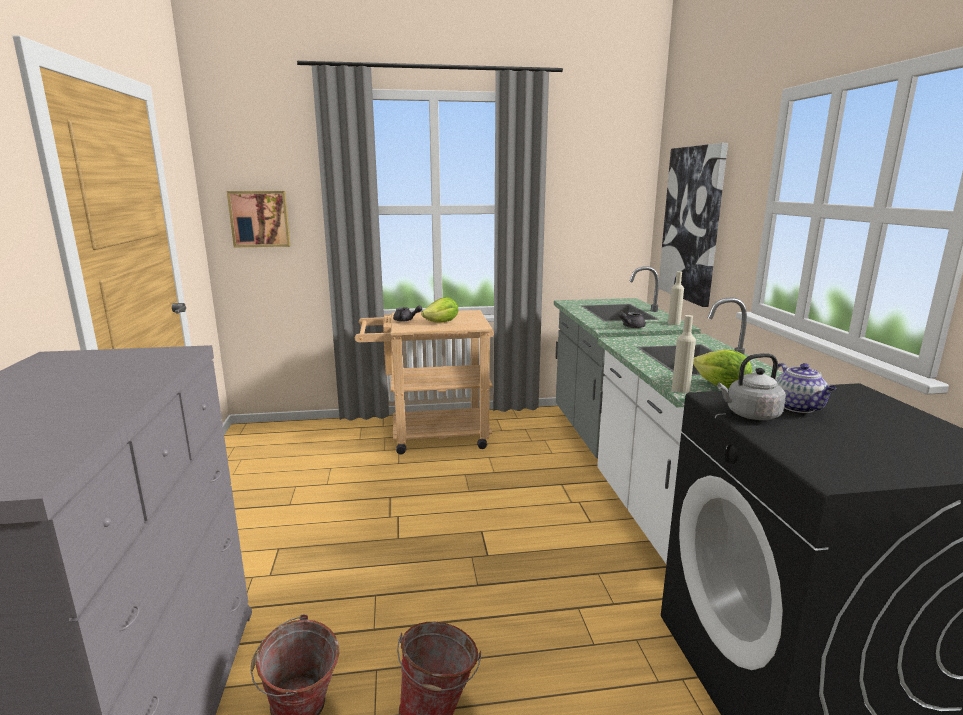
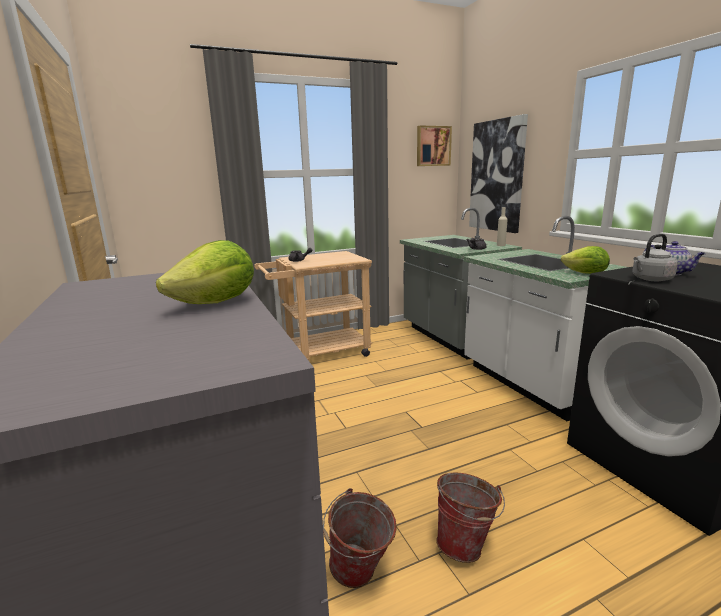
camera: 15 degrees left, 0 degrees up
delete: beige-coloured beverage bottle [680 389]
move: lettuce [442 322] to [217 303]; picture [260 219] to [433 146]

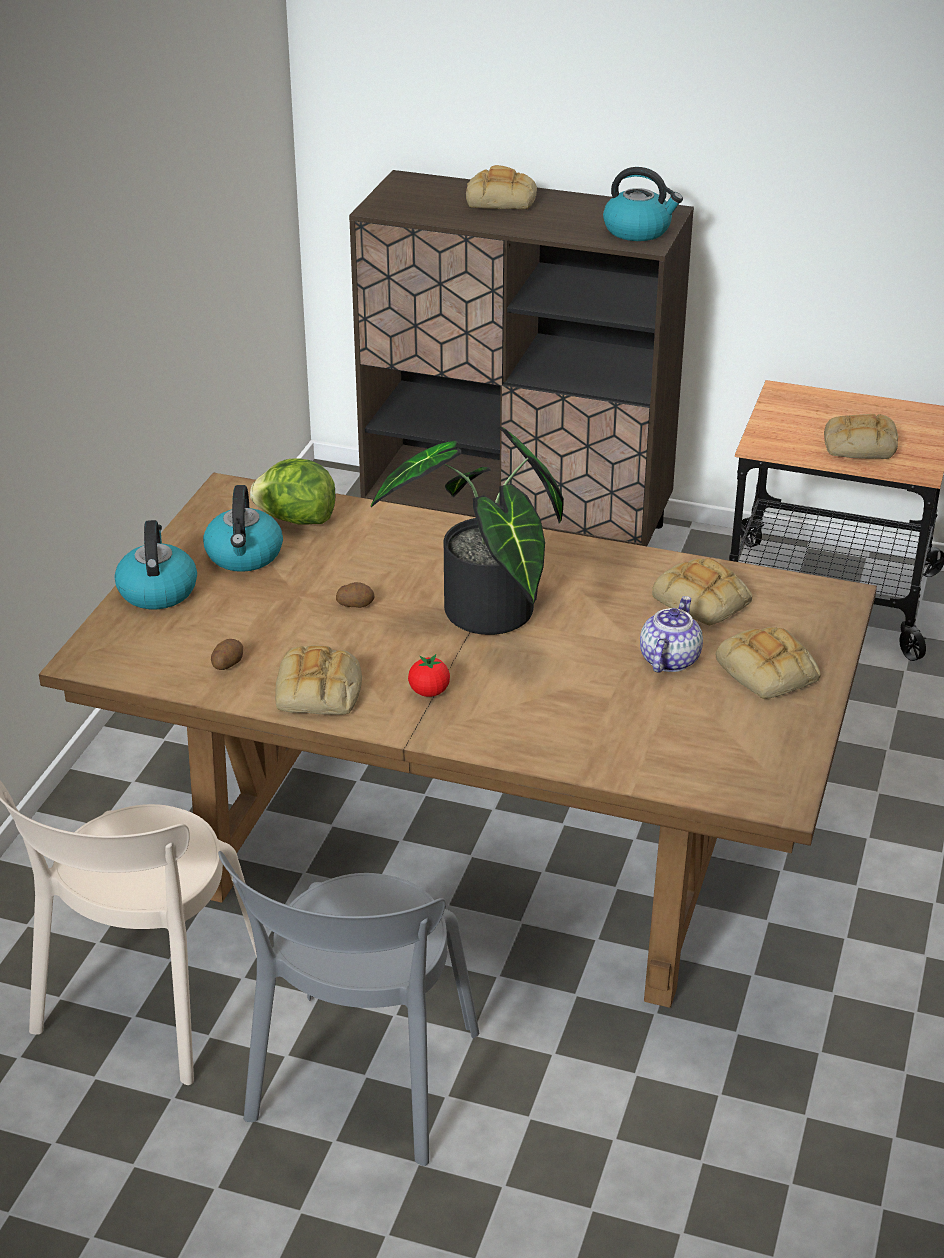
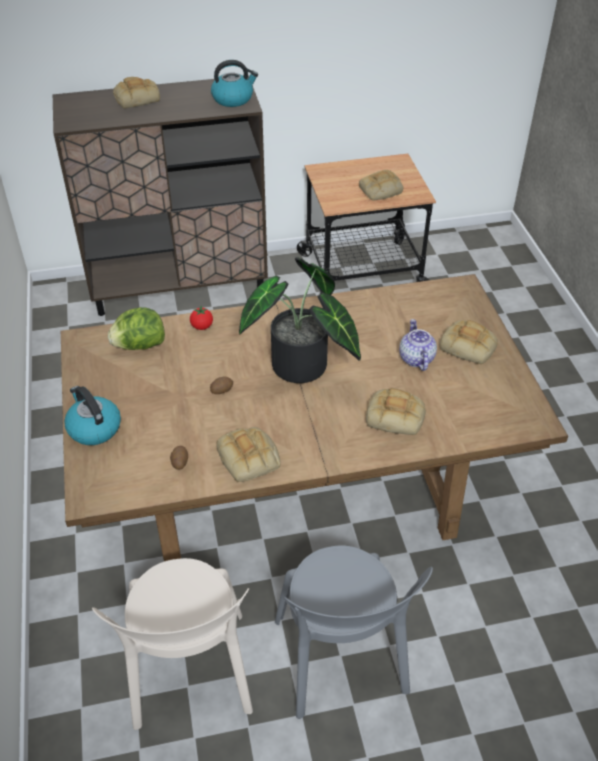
camera: 30 degrees left, 10 degrees up
delete: tea kettle [244 556]
move: whole tomato [429 692] to [202 326]; baked bread [704 600] to [396 415]

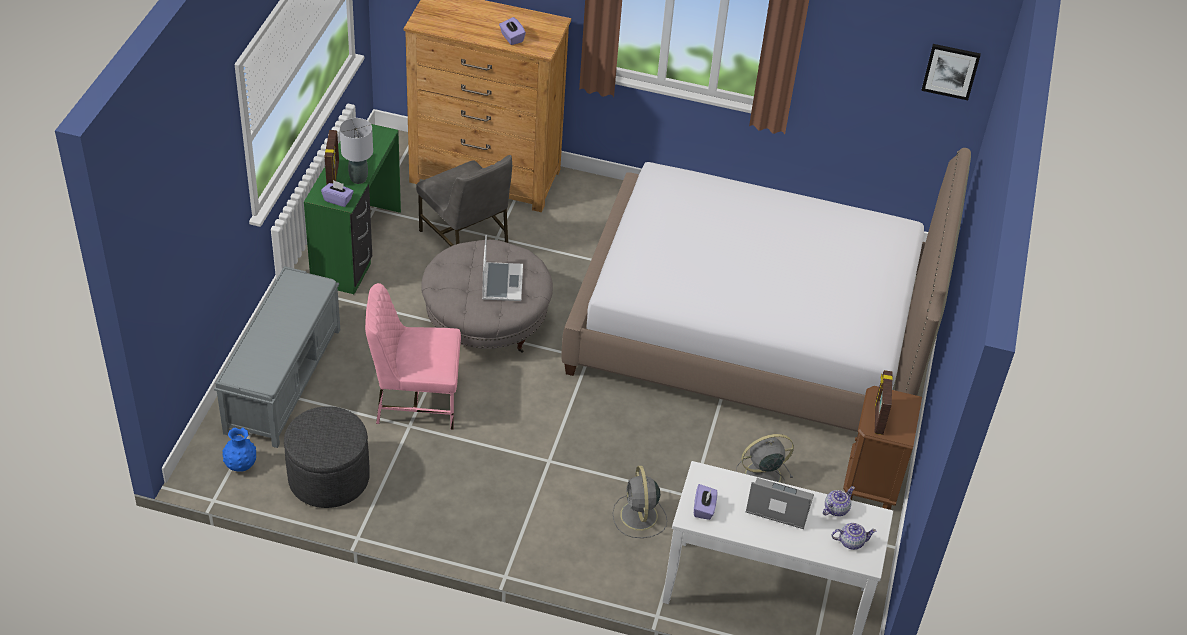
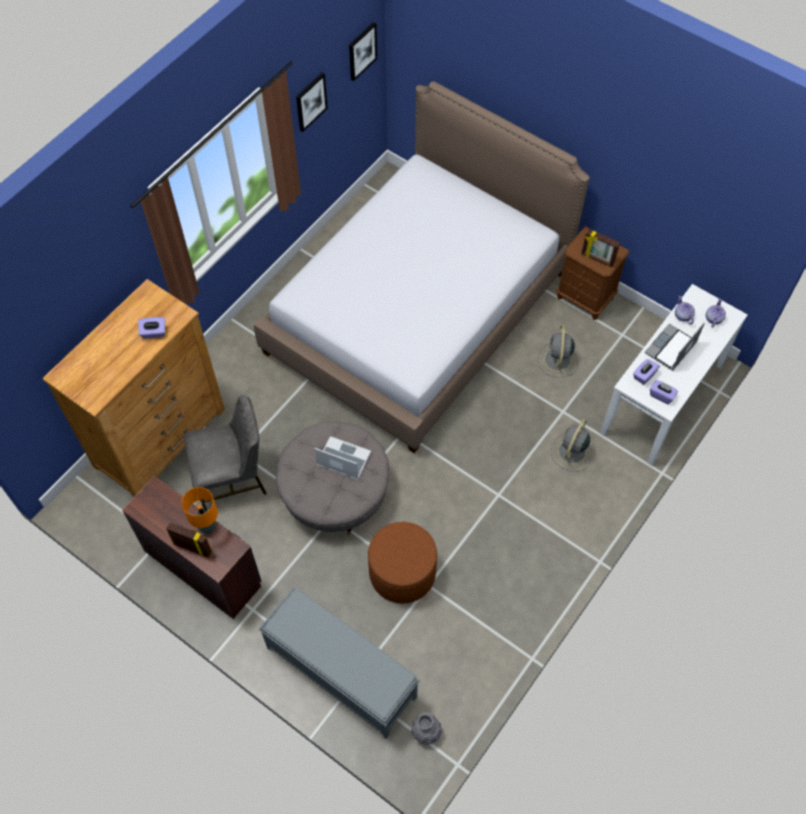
camera: 65 degrees left, 15 degrees up
delete: grey pouffe [329 478]
insert: picture [311 101]
move: purple-coloured box of tissues [338 200] to [644 375]
replace: pink-coloured chair [415 400] to brown-coloured pouffe [402 572]
recolor: green desk unit [358 247] to brown-coloured desk unit [203 566]; grey table lamp [358 179] to orangey table lamp [208 527]; blue flower vase [241 465] to grey flower vase [426 732]
rotate: grey fan [639 517] = [571 452] 105 degrees clockwise

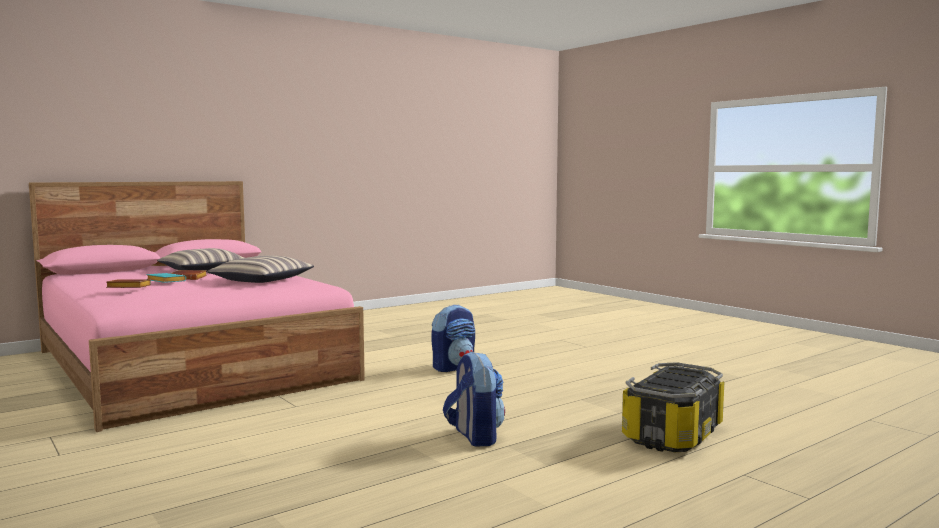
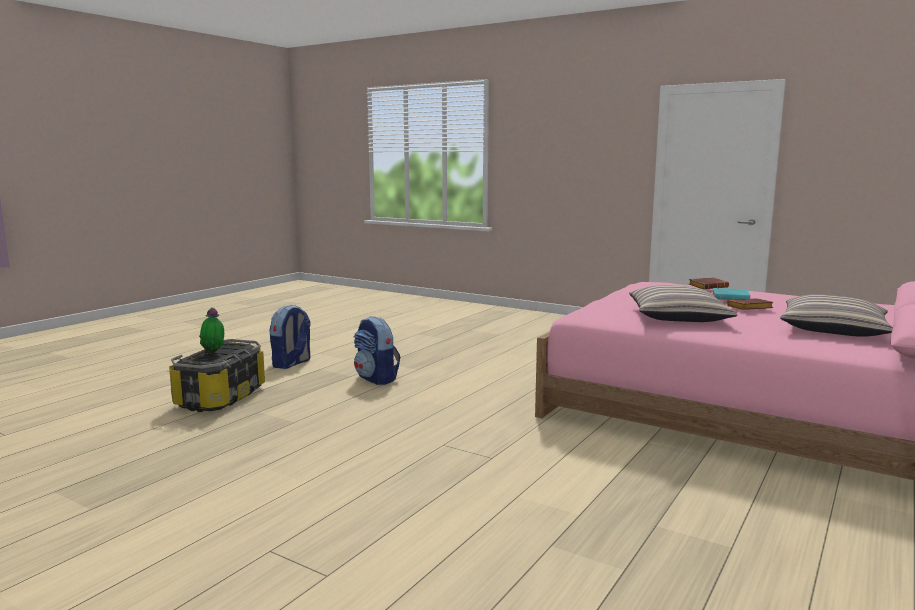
camera: 160 degrees right, 5 degrees up
insert: houseplant [214 353]
move: knapsack [454 367] to [291 363]

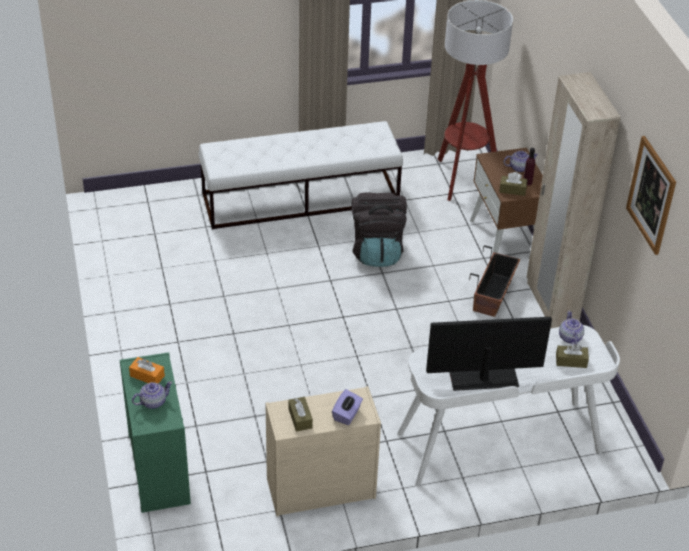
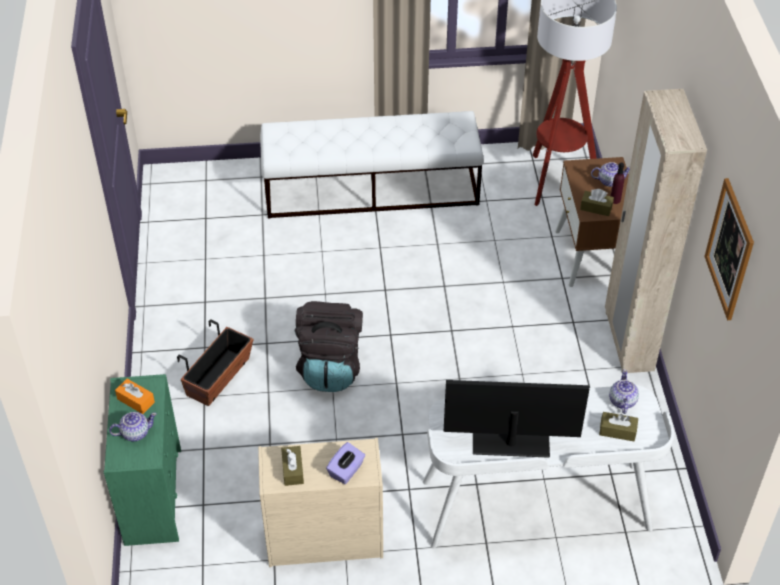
camera: 10 degrees right, 5 degrees up
move: plant pot [493 295] to [219 377]; blackish knapsack [377 251] to [330 367]

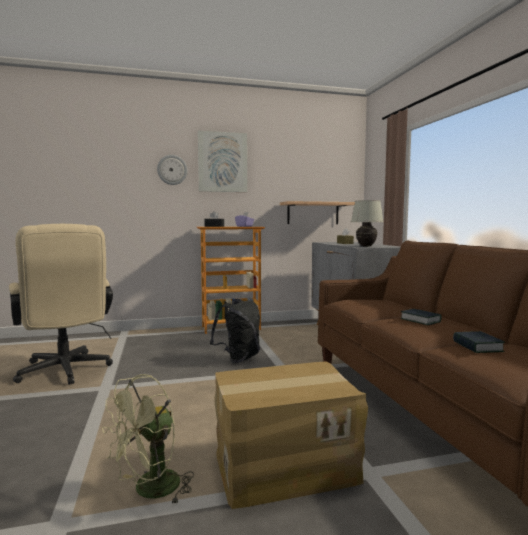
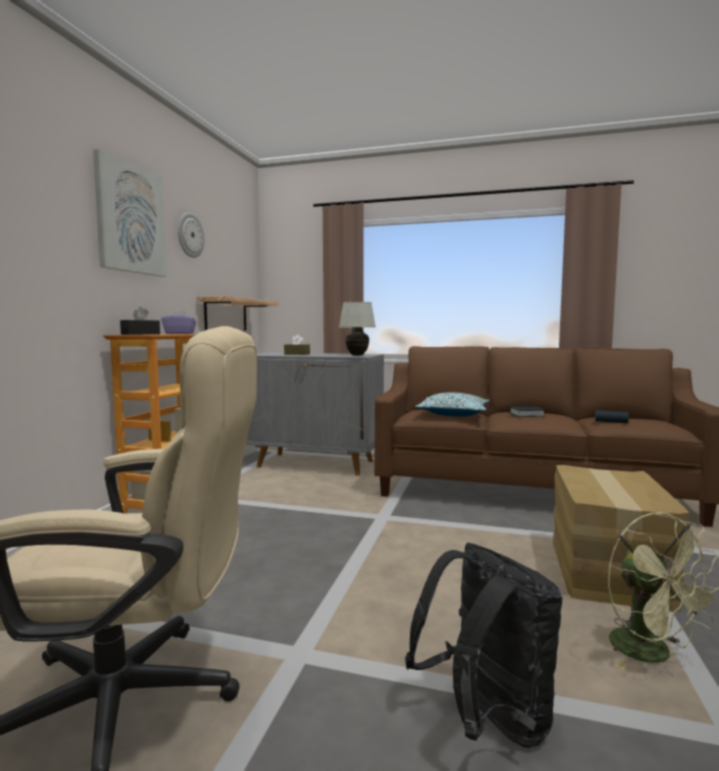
camera: 60 degrees left, 0 degrees up
insert: cushion [453 414]
move: wall clock [172 170] to [190 235]; blackish knapsack [238 358] to [487 720]

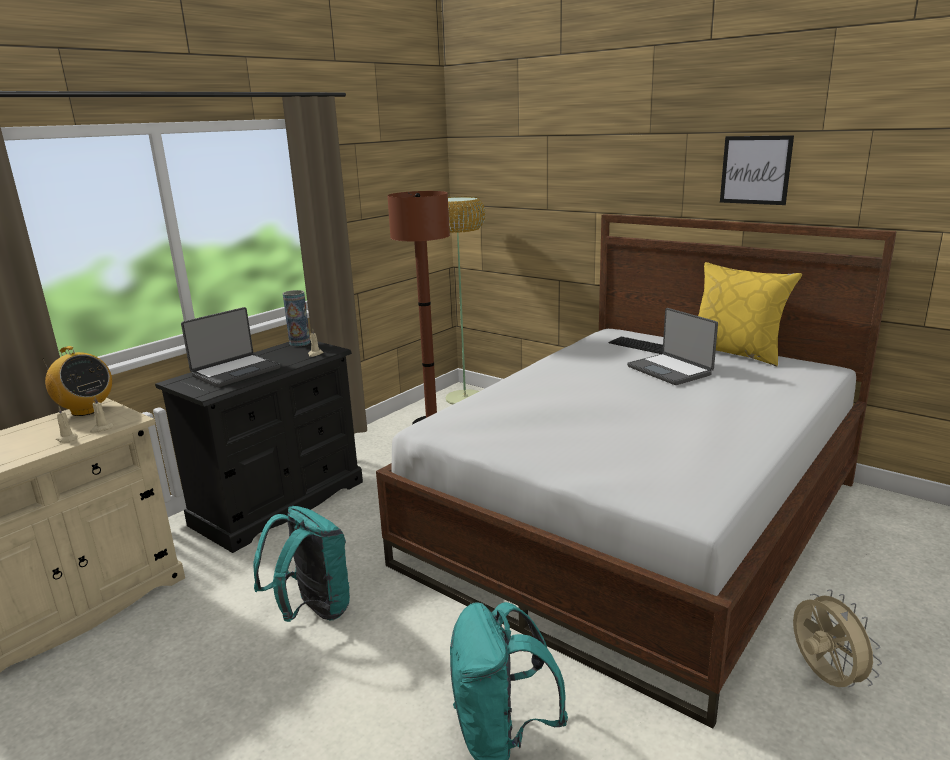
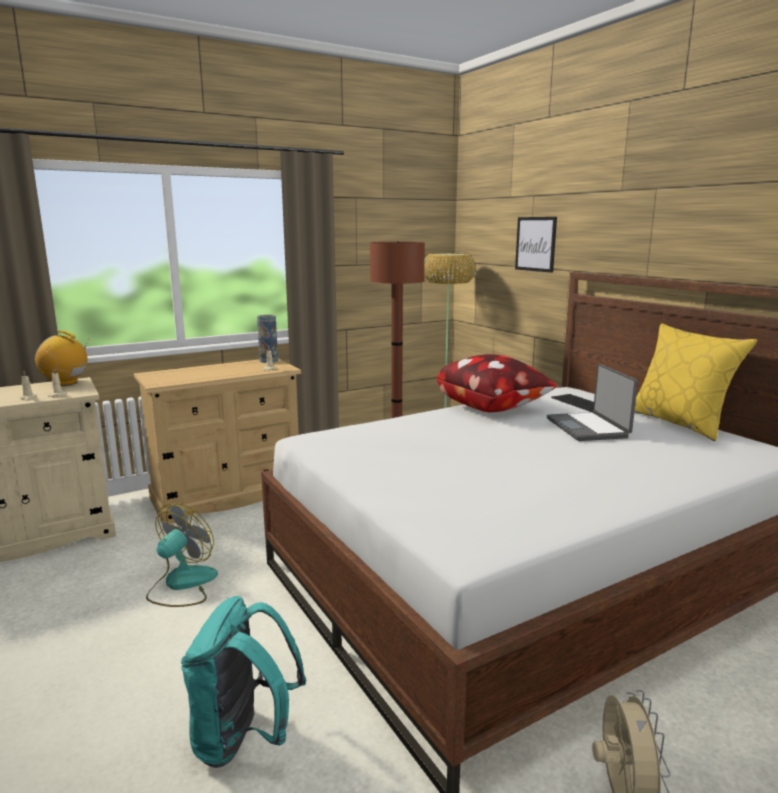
camera: 20 degrees right, 5 degrees down
delete: portable computer [235 371]
insert: cushion [492 407]
move: picture [755 170] to [535 244]
replace: turquoise-coloured knapsack [312 610] to fan [182 585]
recolor: blackish dresser [279 503] to beige-coloured dresser [228 496]
rotate: radio set [86 410] = [65 383] 135 degrees clockwise

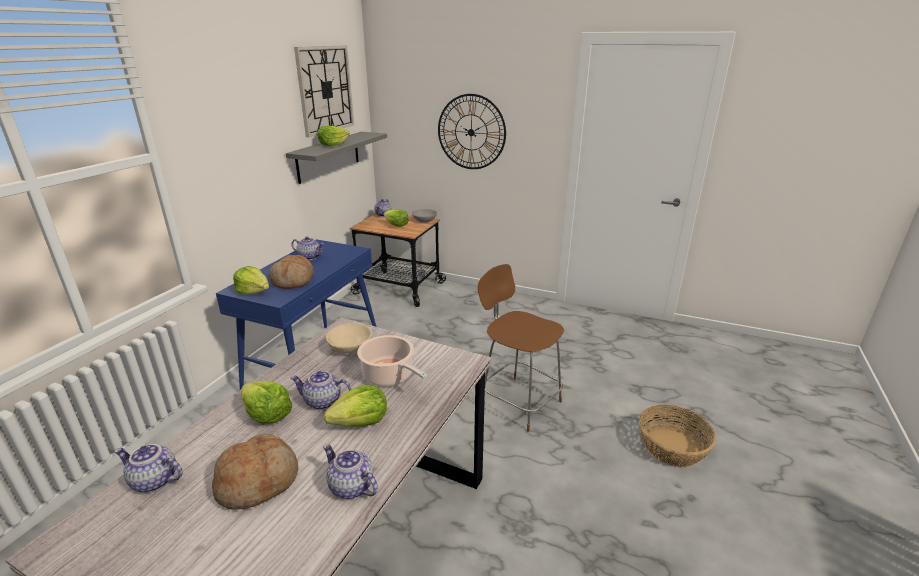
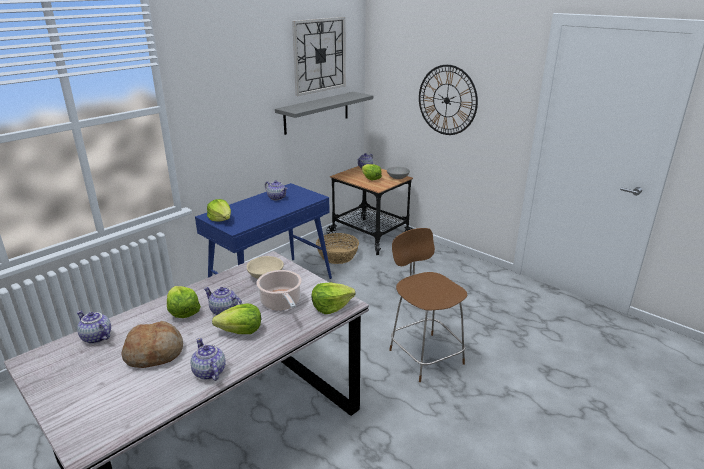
camera: 20 degrees right, 0 degrees up
delete: baked bread [293 280]
move: lettuce [333 145] to [331 306]; basket [672 447] to [337 256]

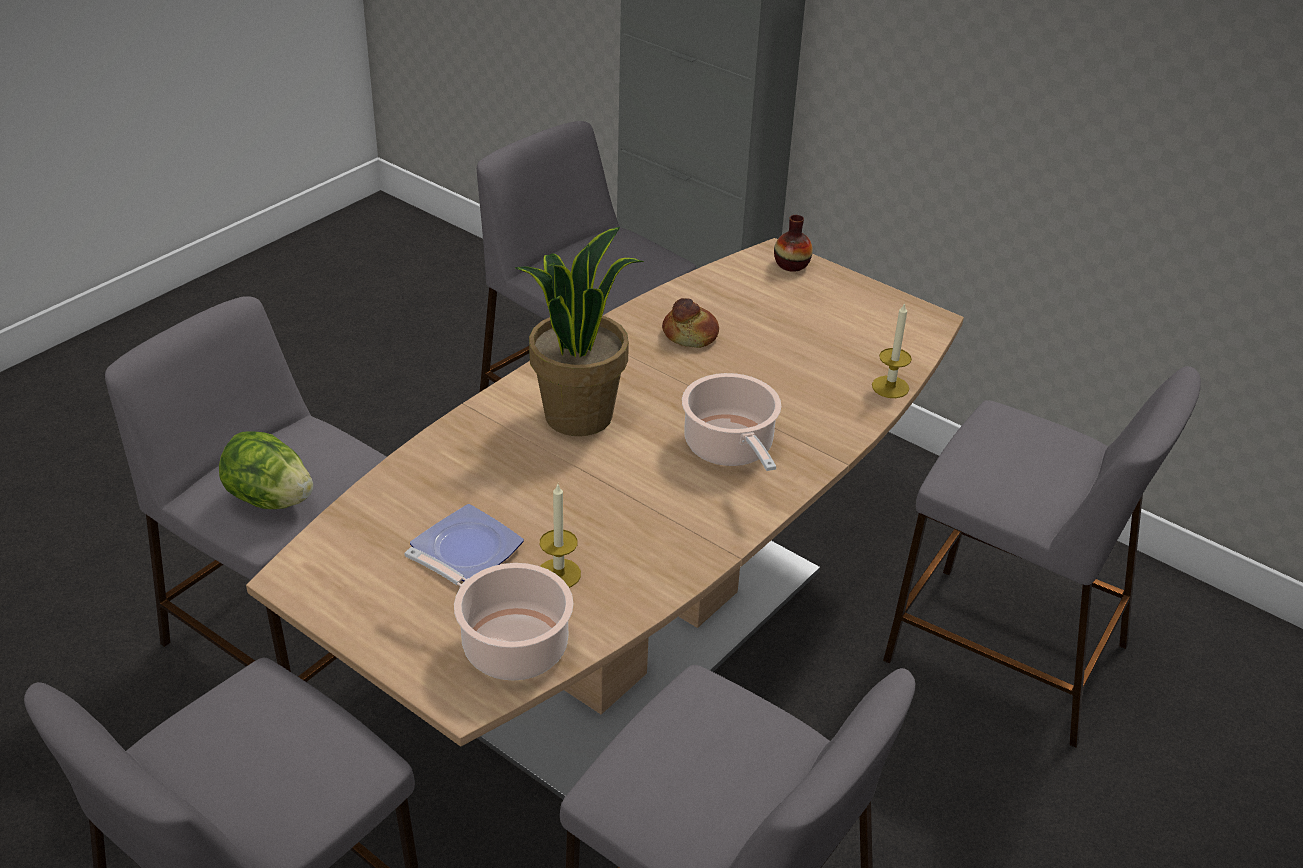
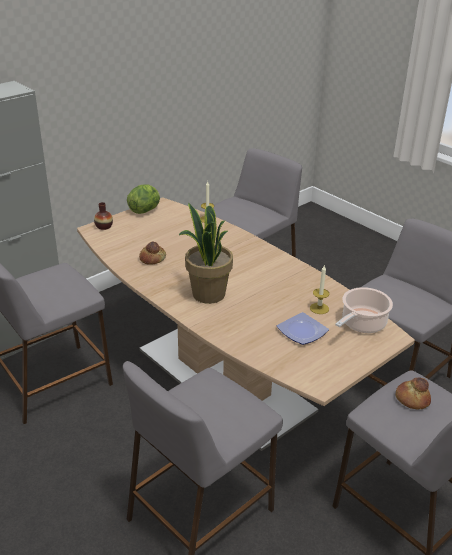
camera: 80 degrees left, 5 degrees down
delete: cooking pot [730 448]
insert: baked bread [412 399]
move: lettuce [269 499] to [145 210]

